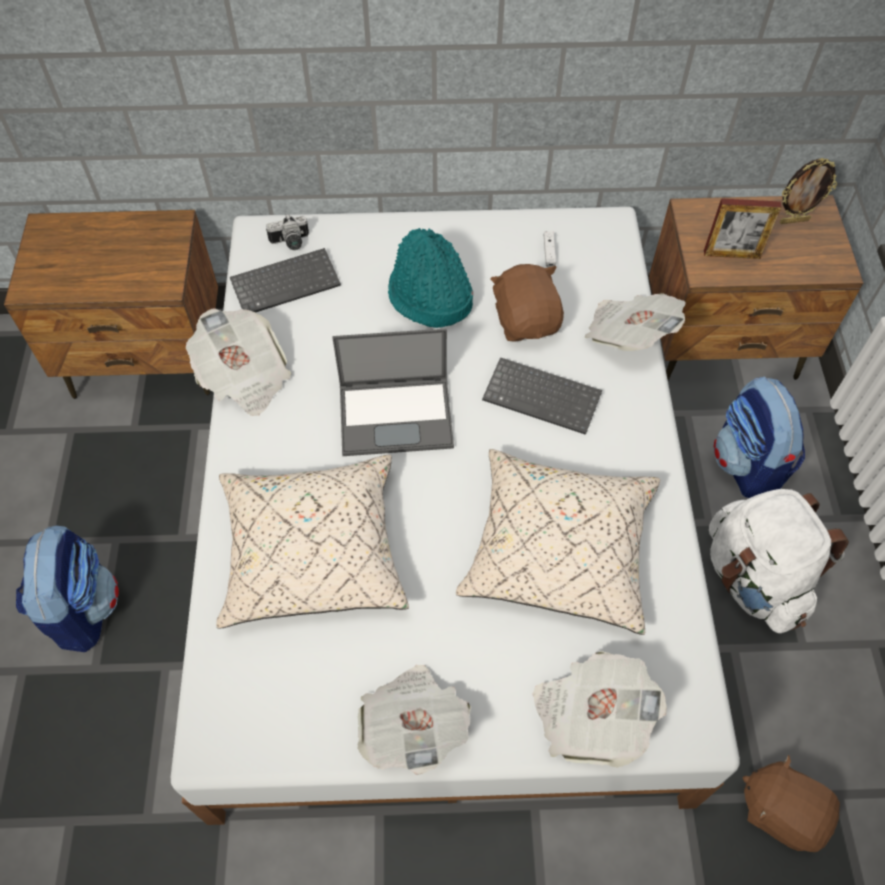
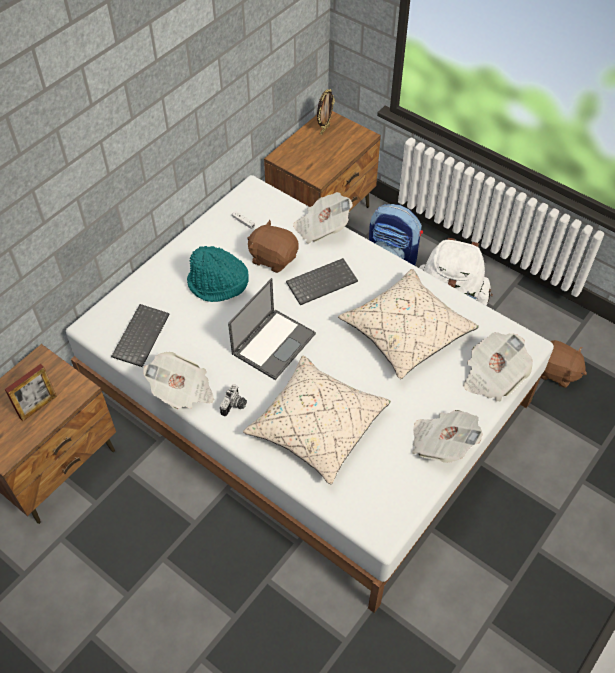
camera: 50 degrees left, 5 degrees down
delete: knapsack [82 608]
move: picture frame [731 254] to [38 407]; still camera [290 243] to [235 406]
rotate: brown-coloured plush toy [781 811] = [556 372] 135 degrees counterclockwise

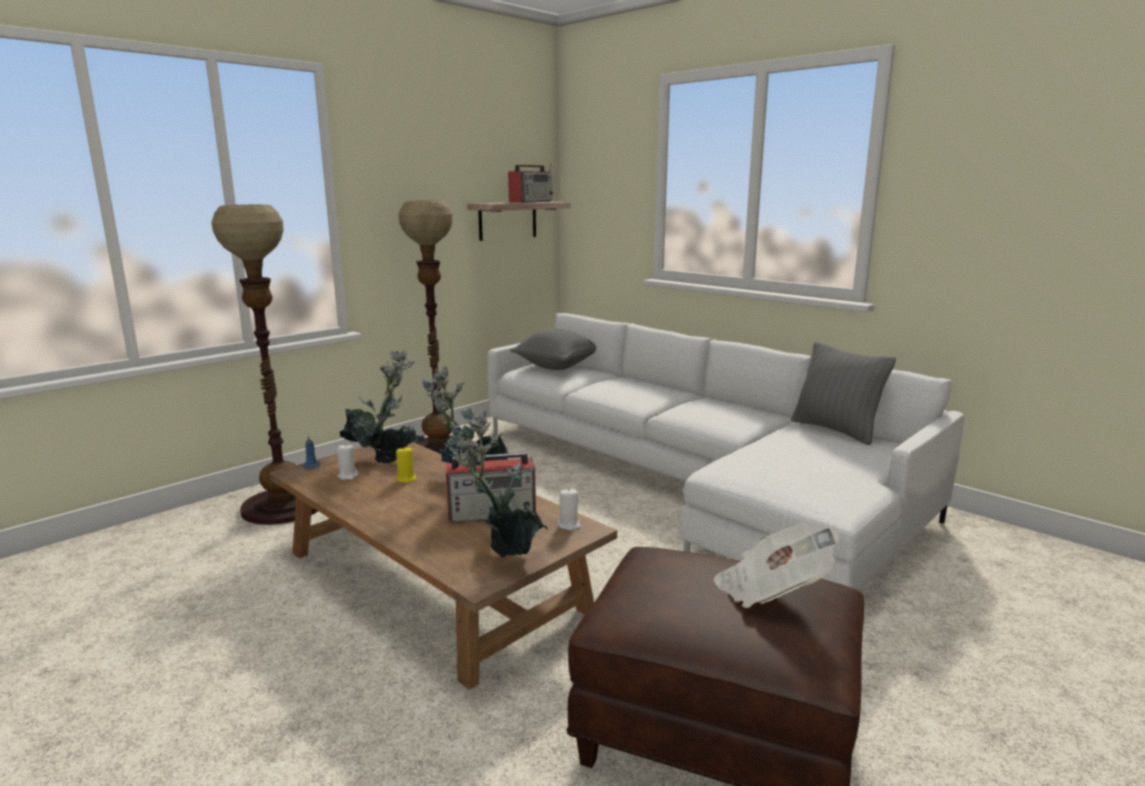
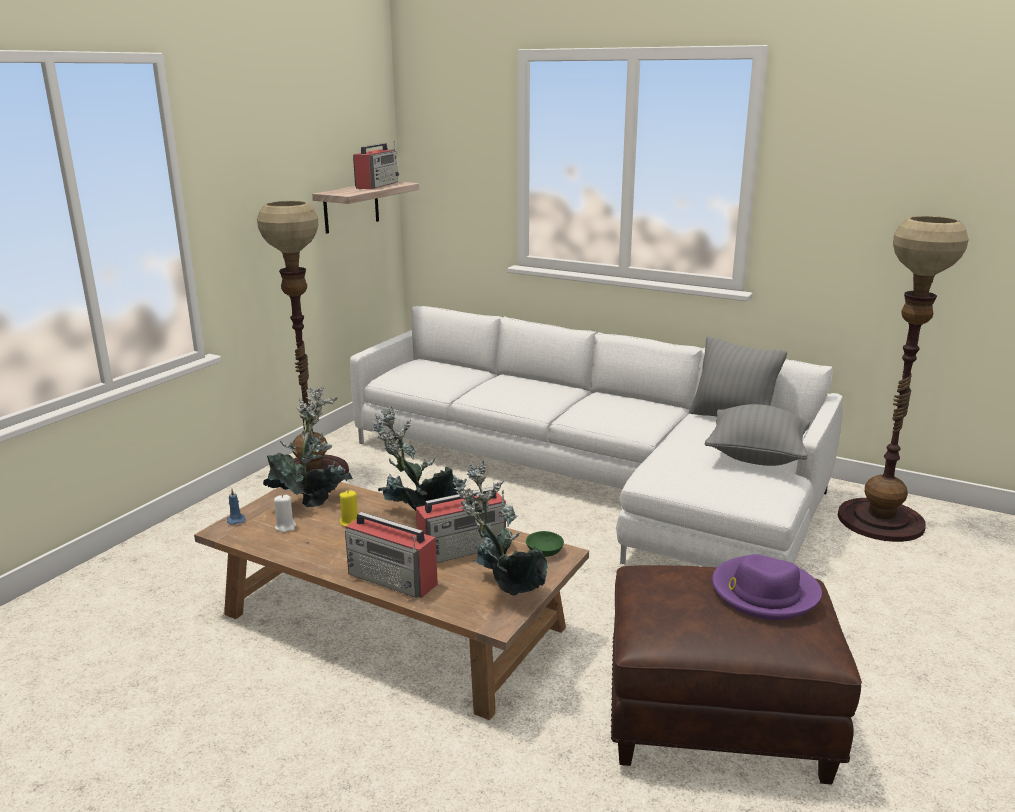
camera: 15 degrees left, 5 degrees up
insert: radio set [393 579]
move: grey cushion [556 367] to [756 457]; floor lamp [284 506] to [880 520]
replace: white-coloured wax light [569 525] to green serving bowl [543 551]; printed paper [772 590] to purple-coloured clothing hat [763 592]

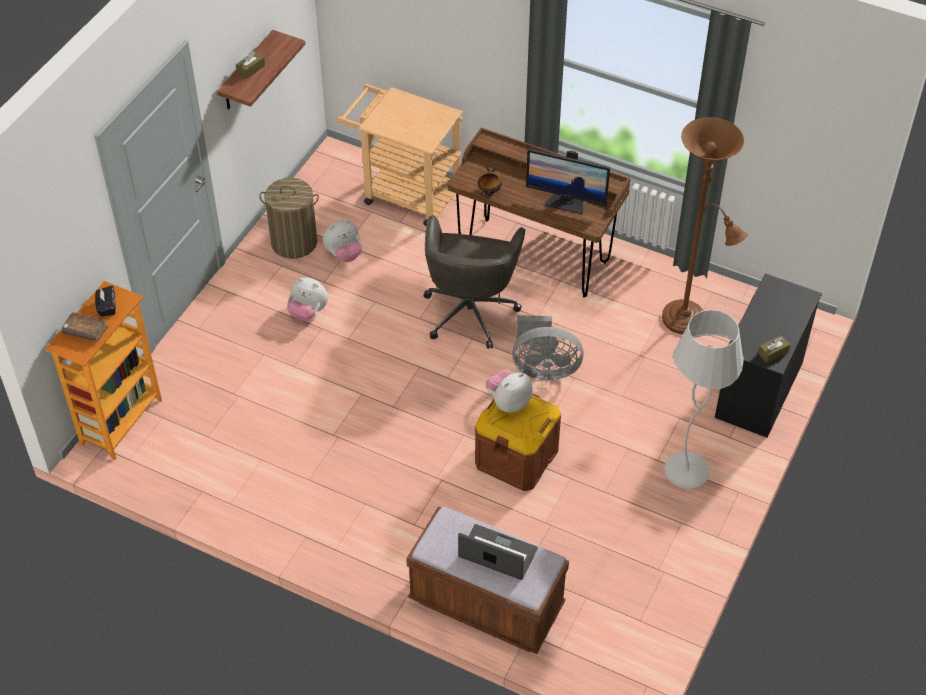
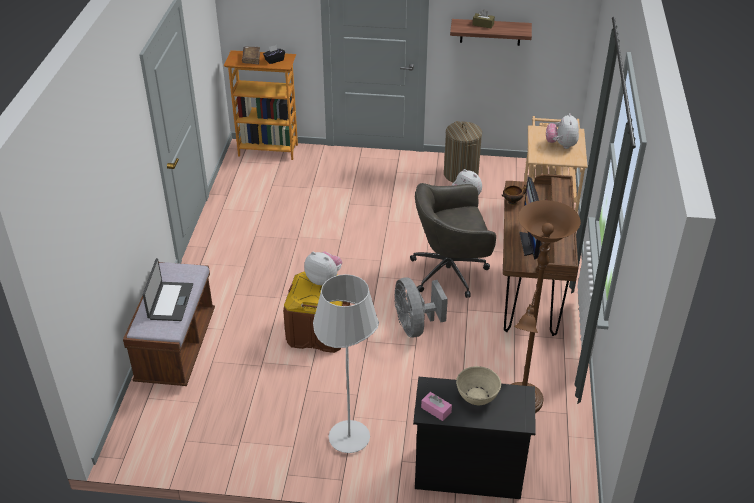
camera: 70 degrees right, 10 degrees down
insert: beige-coloured serving bowl [477 396]
move: plush toy [308 312] to [561 145]
recolor: brown-coloured box of tissues [773 352] to pink-coloured box of tissues [436 410]

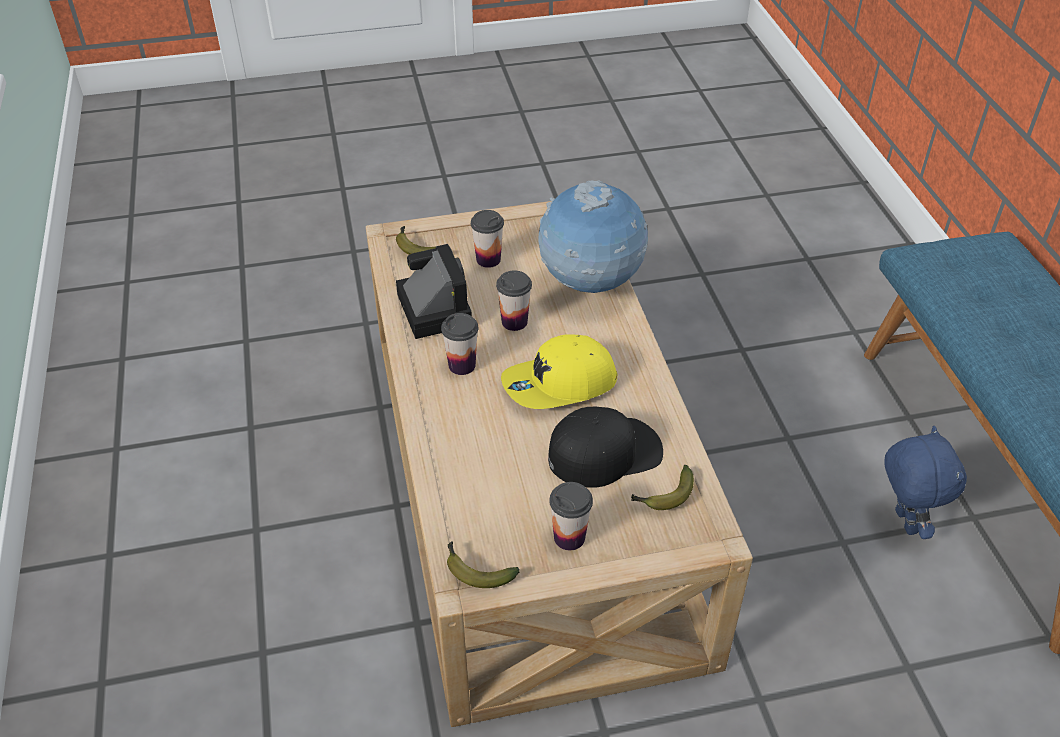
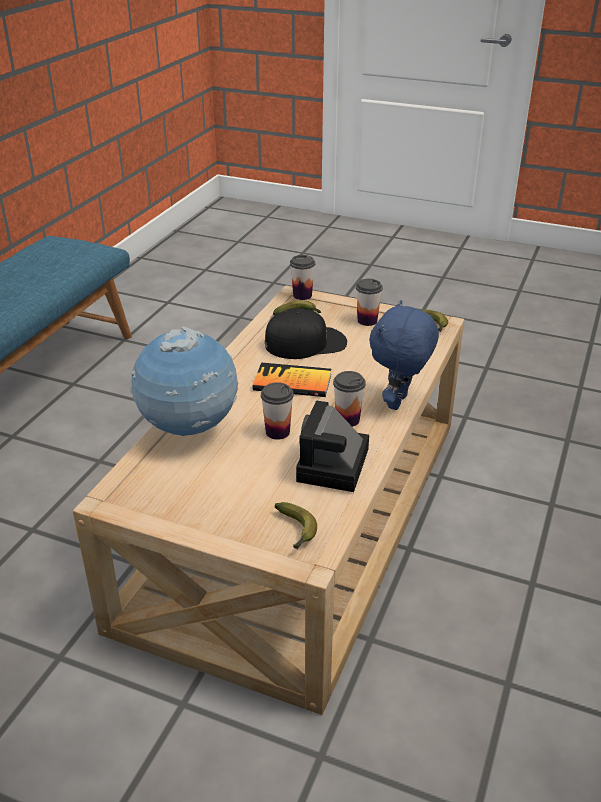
camera: 145 degrees left, 10 degrees down
move: small cup [488 259] to [302 295]; blue plush toy [903 522] to [399 403]
replace: yellowish cap [559 385] to book [292 382]
rotate: blackish cap [605 452] = [306 343] 150 degrees clockwise

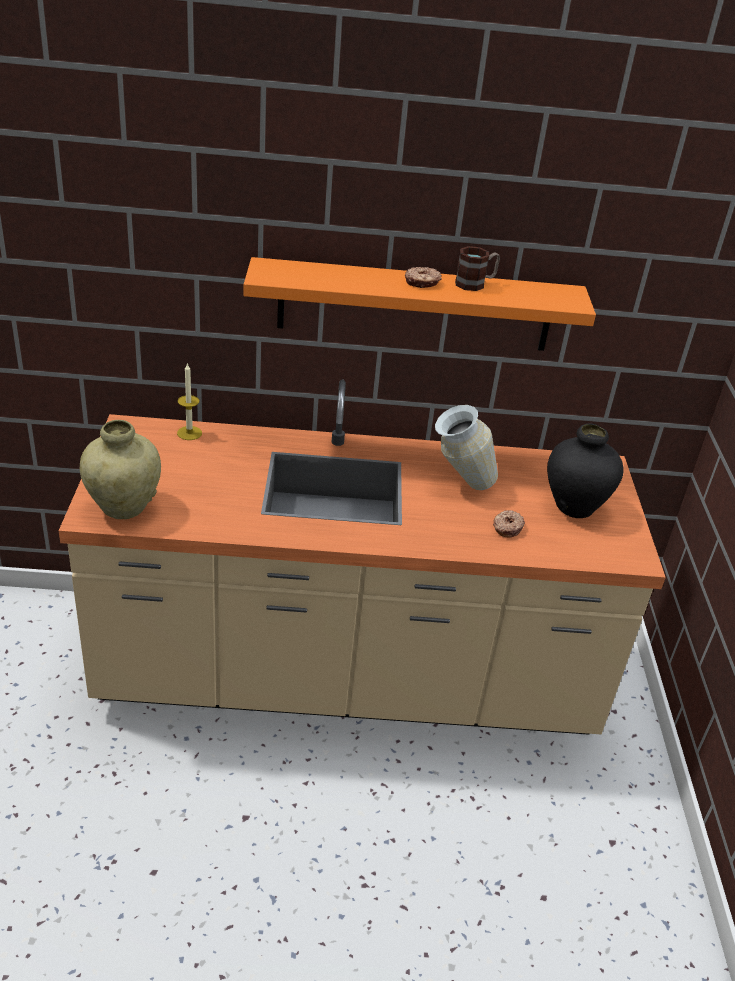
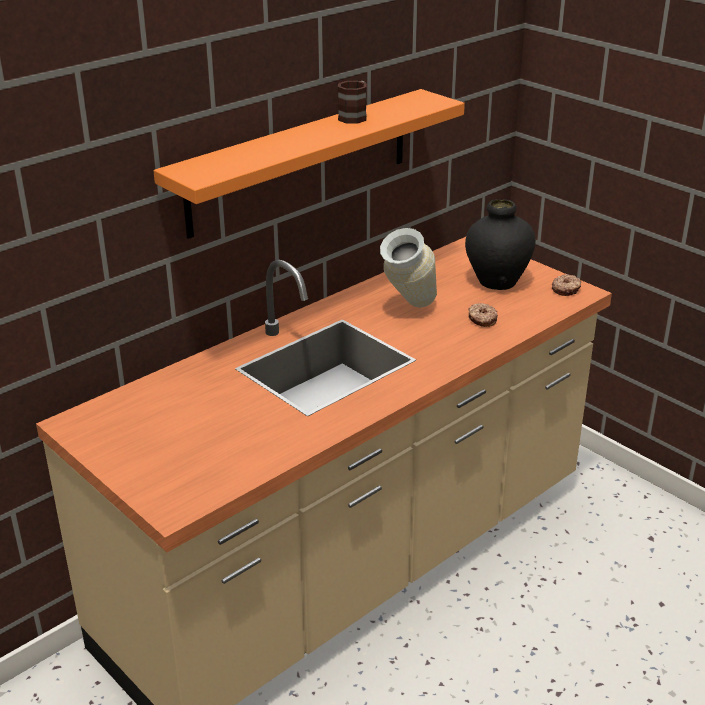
camera: 40 degrees left, 5 degrees down
delete: beige-coloured flower vase [124 507]; wax light [189 433]
move: doughnut [422 283] to [566 289]

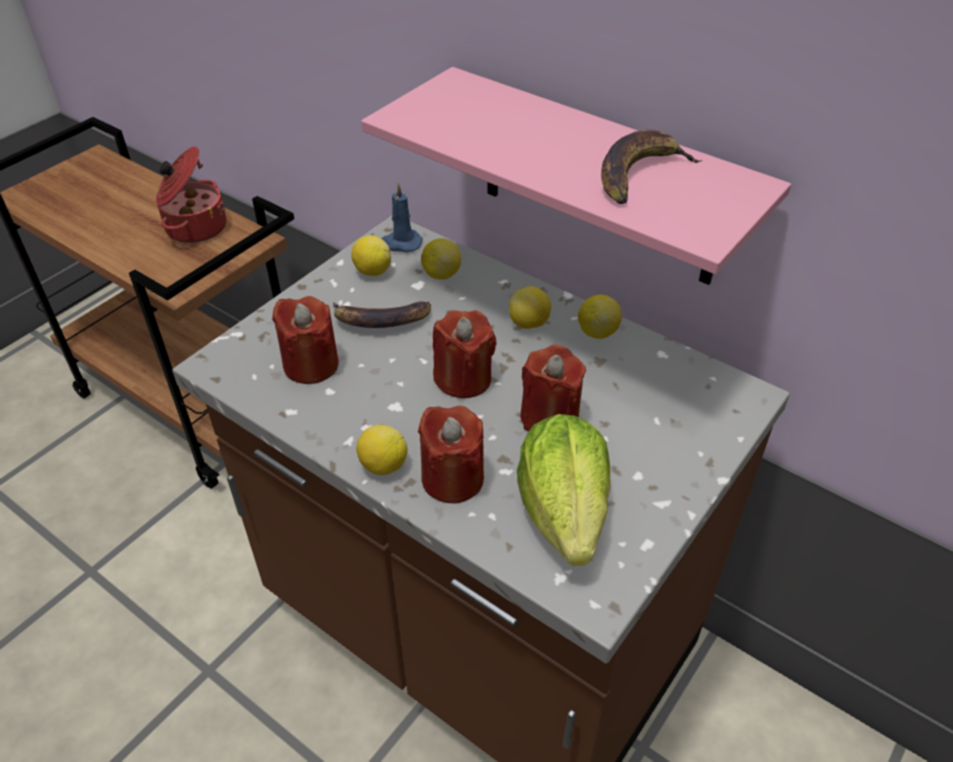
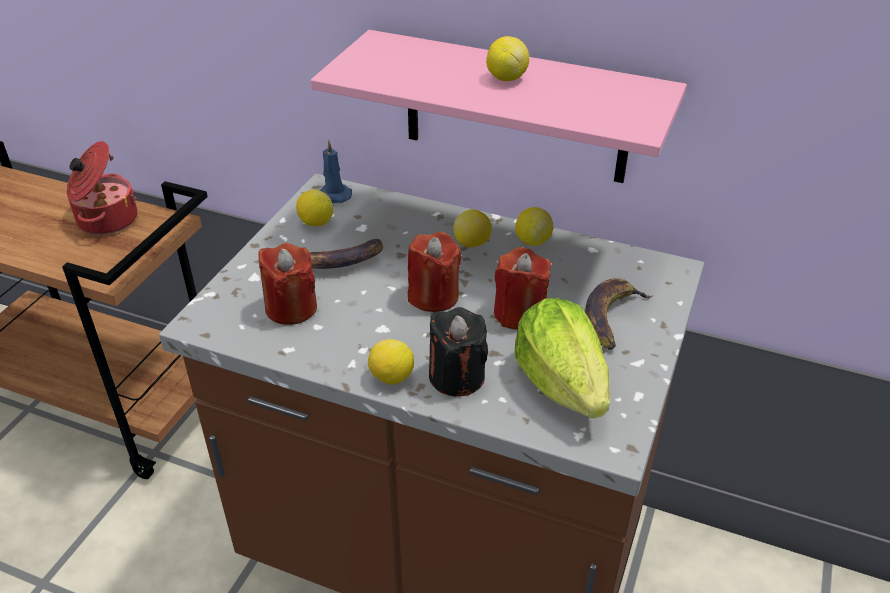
camera: 15 degrees left, 5 degrees down
move: lemon [441 274] to [506 78]; banana [640 174] to [611 317]
recolor: reddish wax light [452 478] to blackish wax light [456 376]

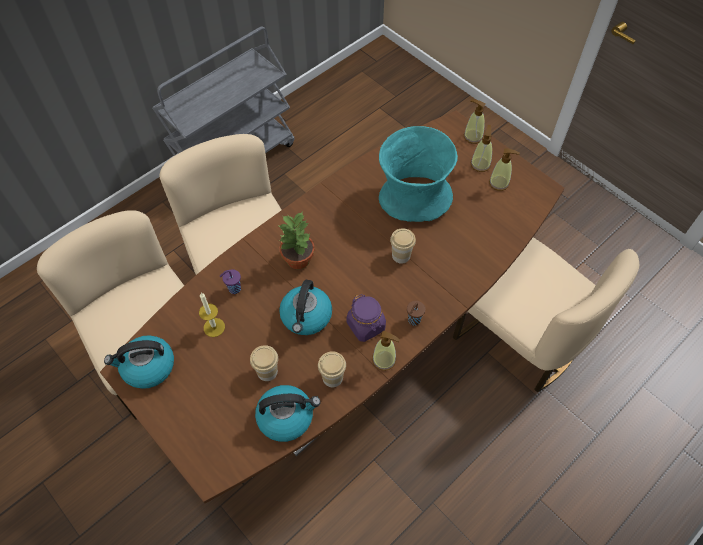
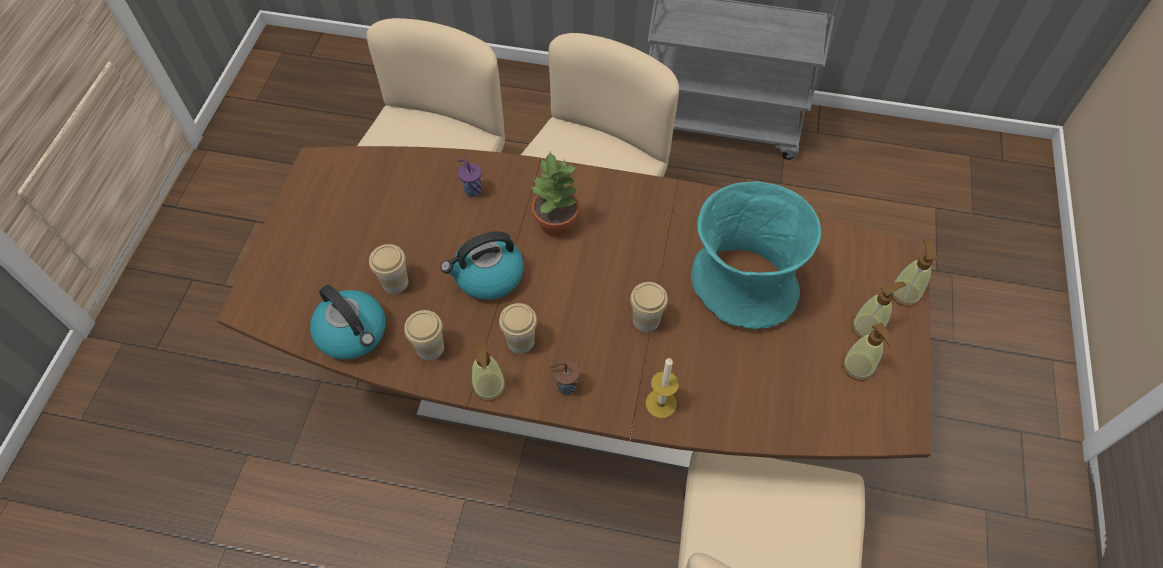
camera: 55 degrees right, 0 degrees up
delete: tea kettle [147 367]
move: wax light [214 327] to [661 403]
replace: purple-coloured storage jar [366 326] to small cup [520 341]

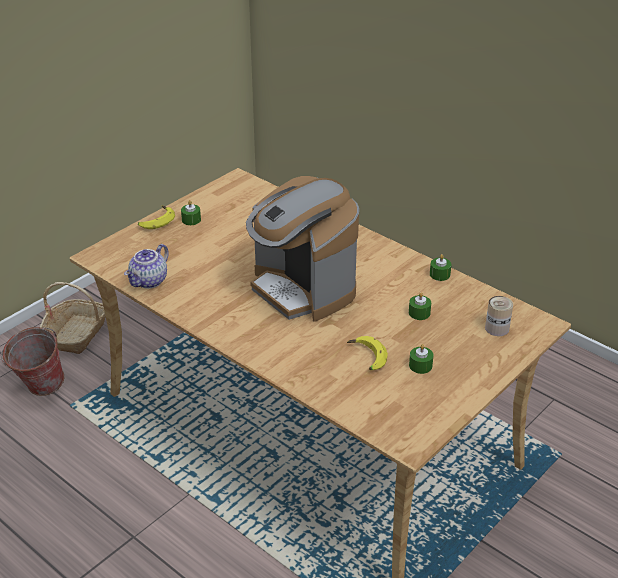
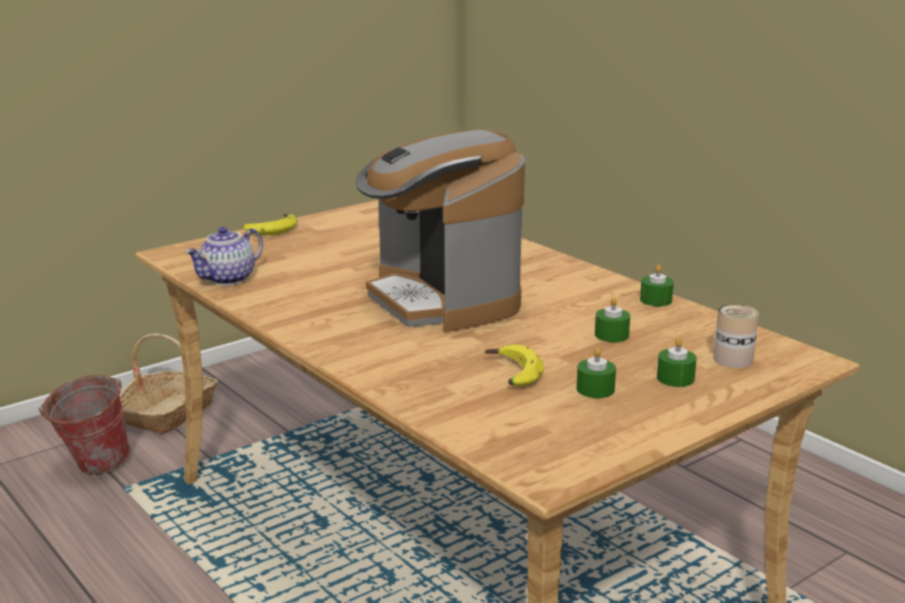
camera: 10 degrees right, 15 degrees down
move: green wax light [191 220] to [675 378]

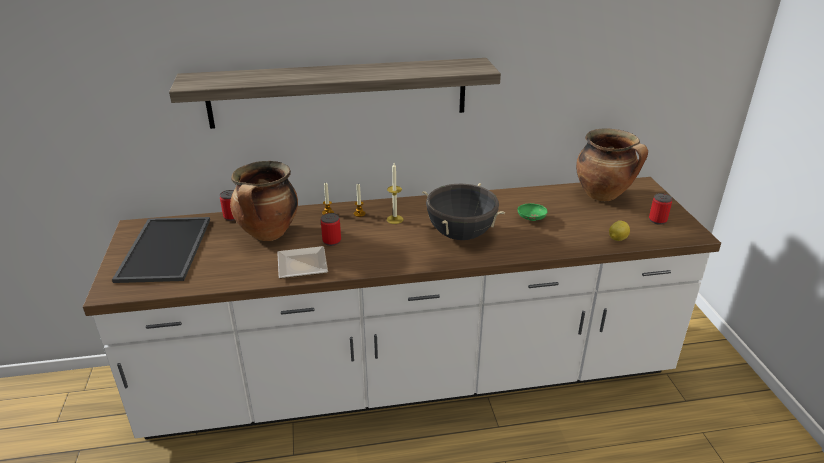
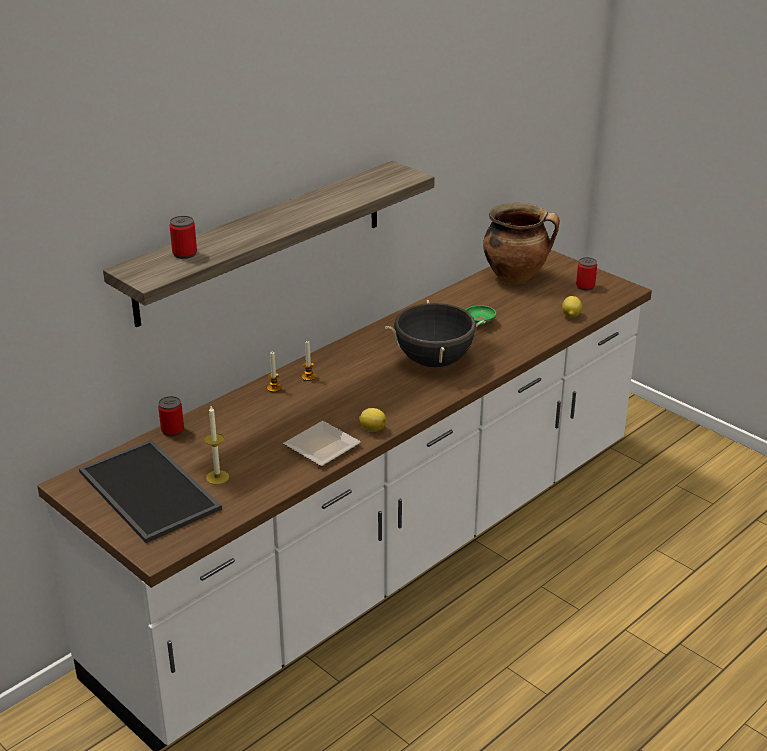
camera: 35 degrees left, 0 degrees up
delete: cooking pot [268 234]
insert: lemon [372 429]
move: metal can [331 241] to [184 254]; wax light [395 219] to [217 477]

